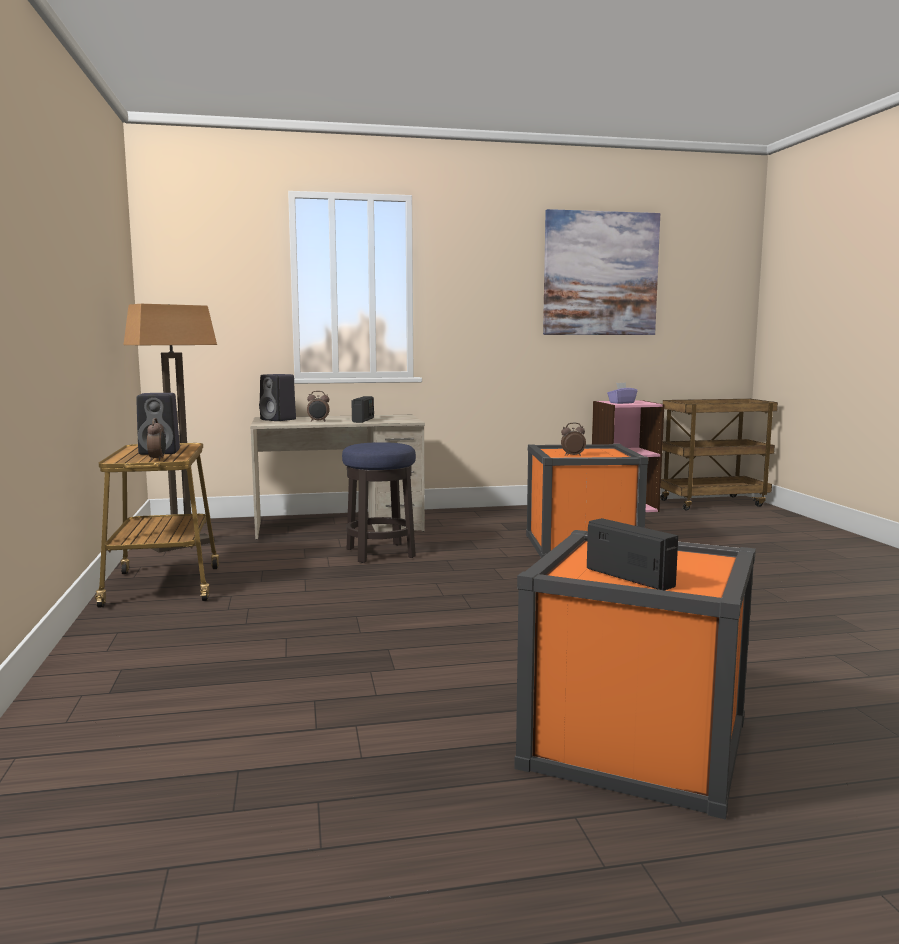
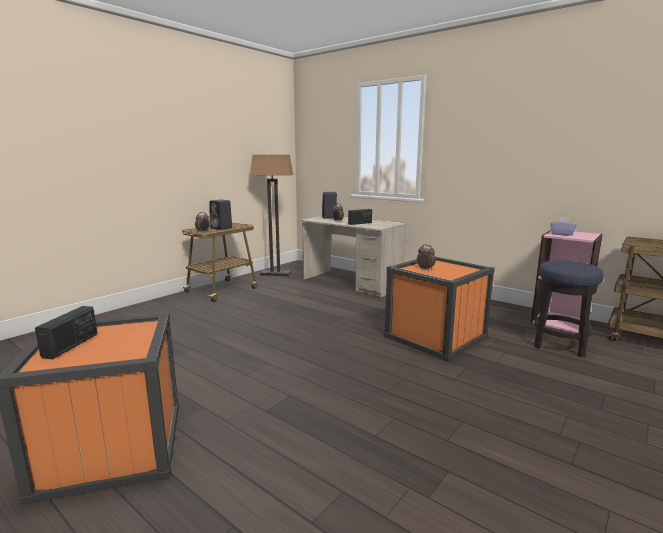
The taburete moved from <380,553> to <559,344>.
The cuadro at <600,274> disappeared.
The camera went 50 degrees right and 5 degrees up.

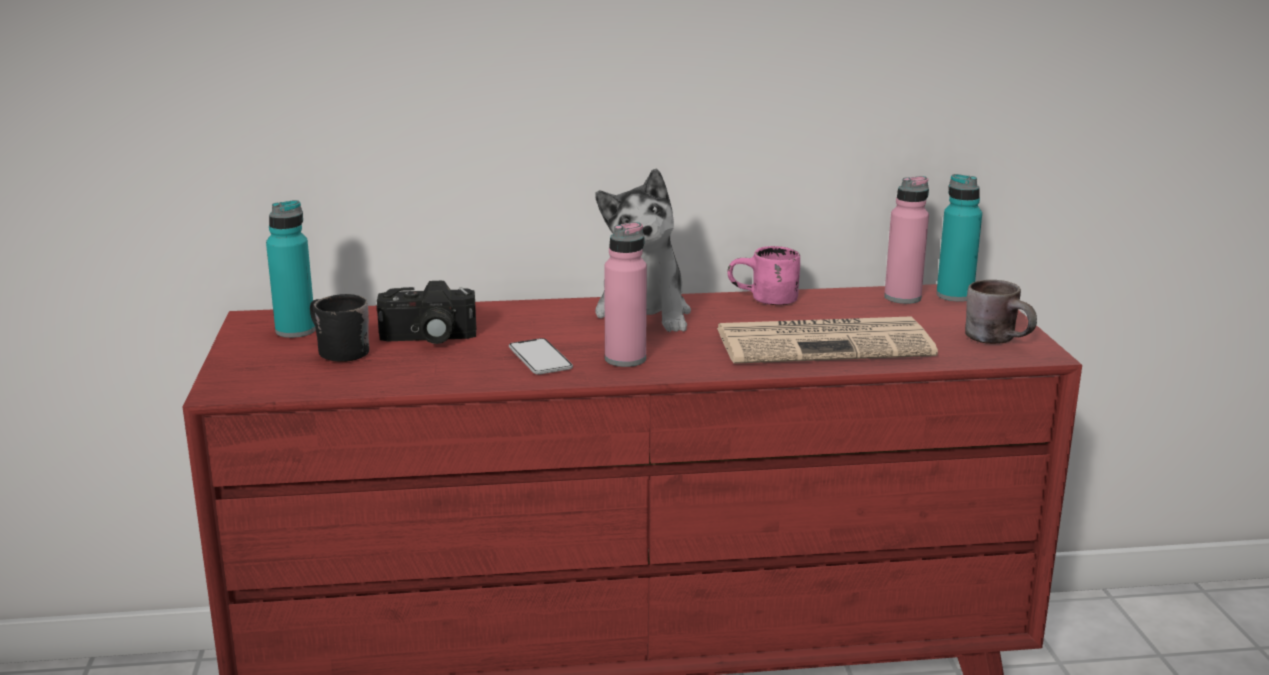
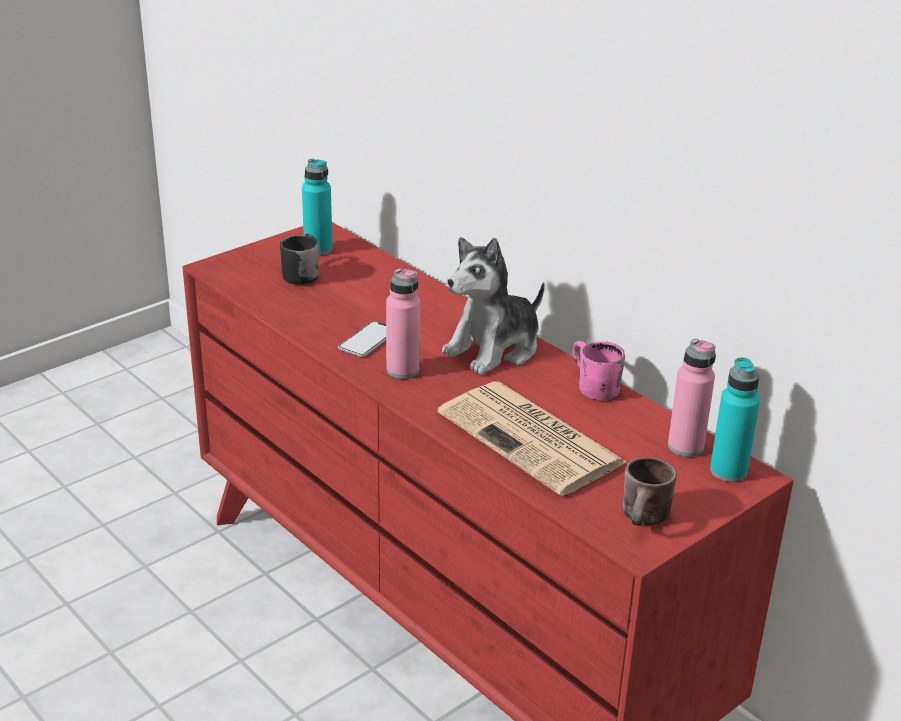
The cámara at <427,338> disappeared.
The camera went 55 degrees right and 10 degrees up.

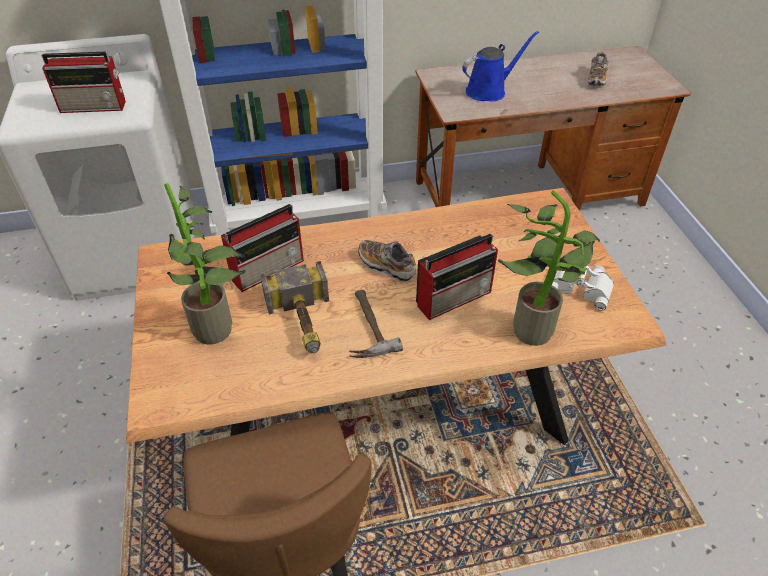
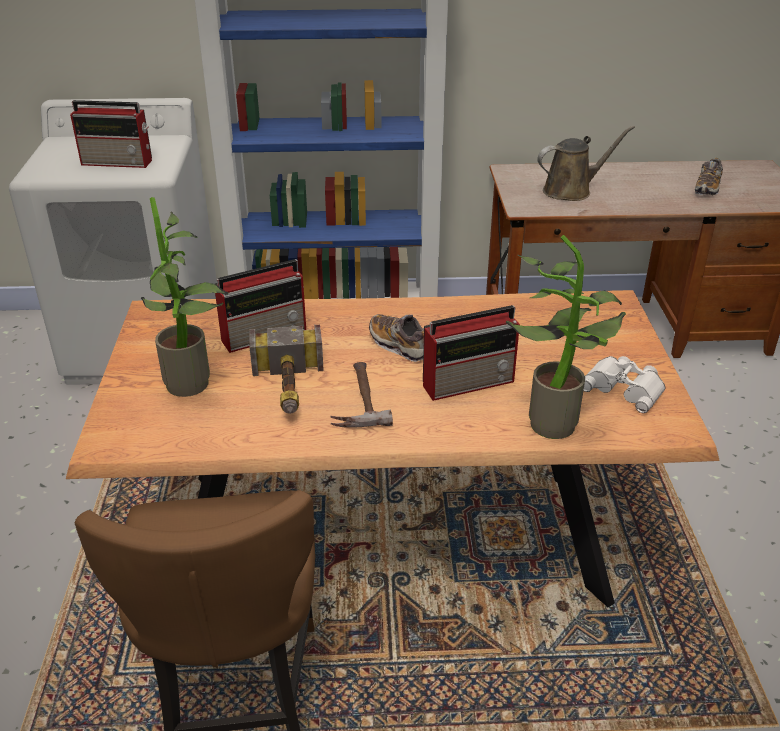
The regadera [azul] at <489,91> became the regadera [marrón] at <571,190>.
The camera went 10 degrees right and 10 degrees down.

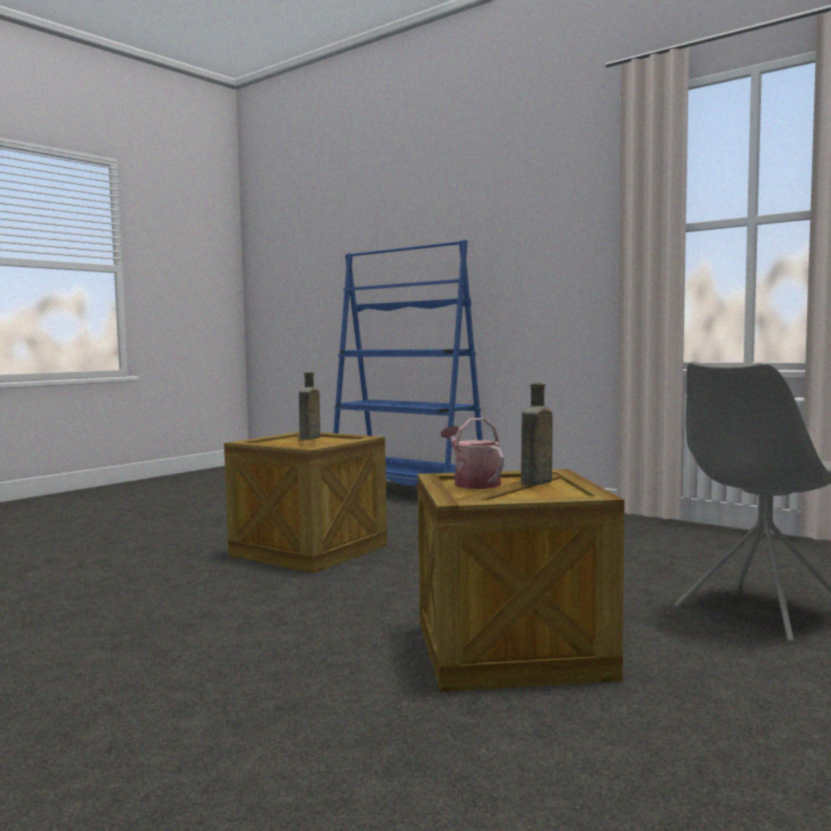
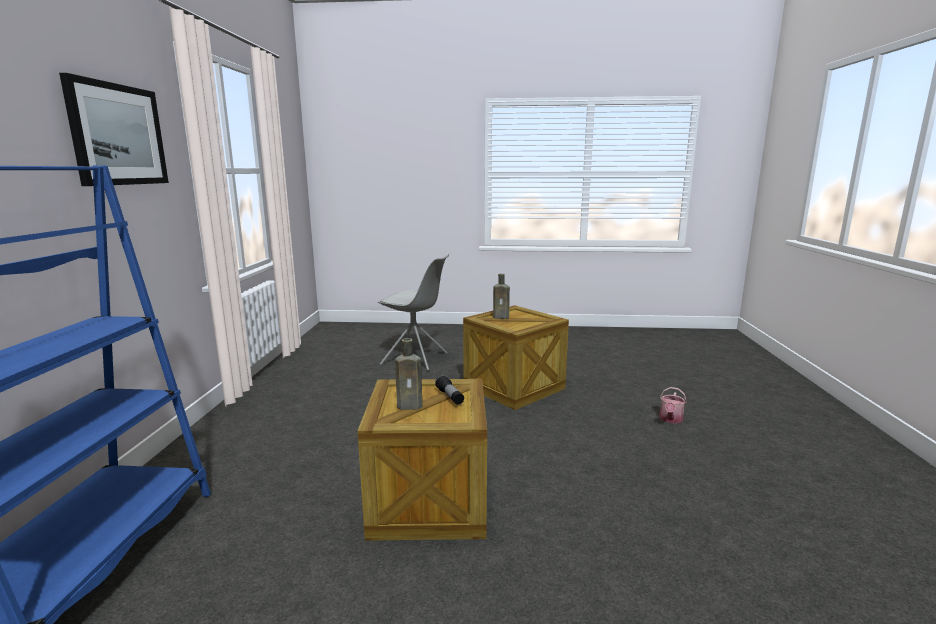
The regadera moved from <473,483> to <670,419>.
The cuadro at <118,135> appeared.
The linterna at <450,397> appeared.
The camera went 125 degrees left and 10 degrees up.

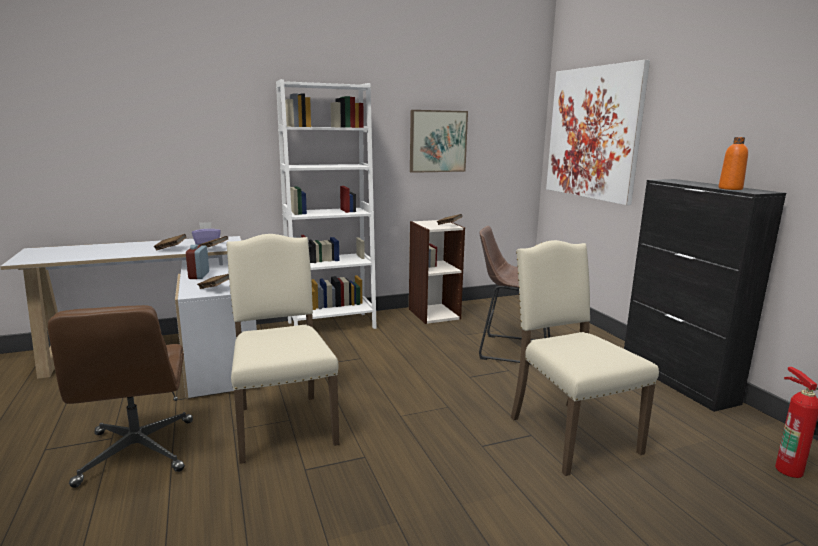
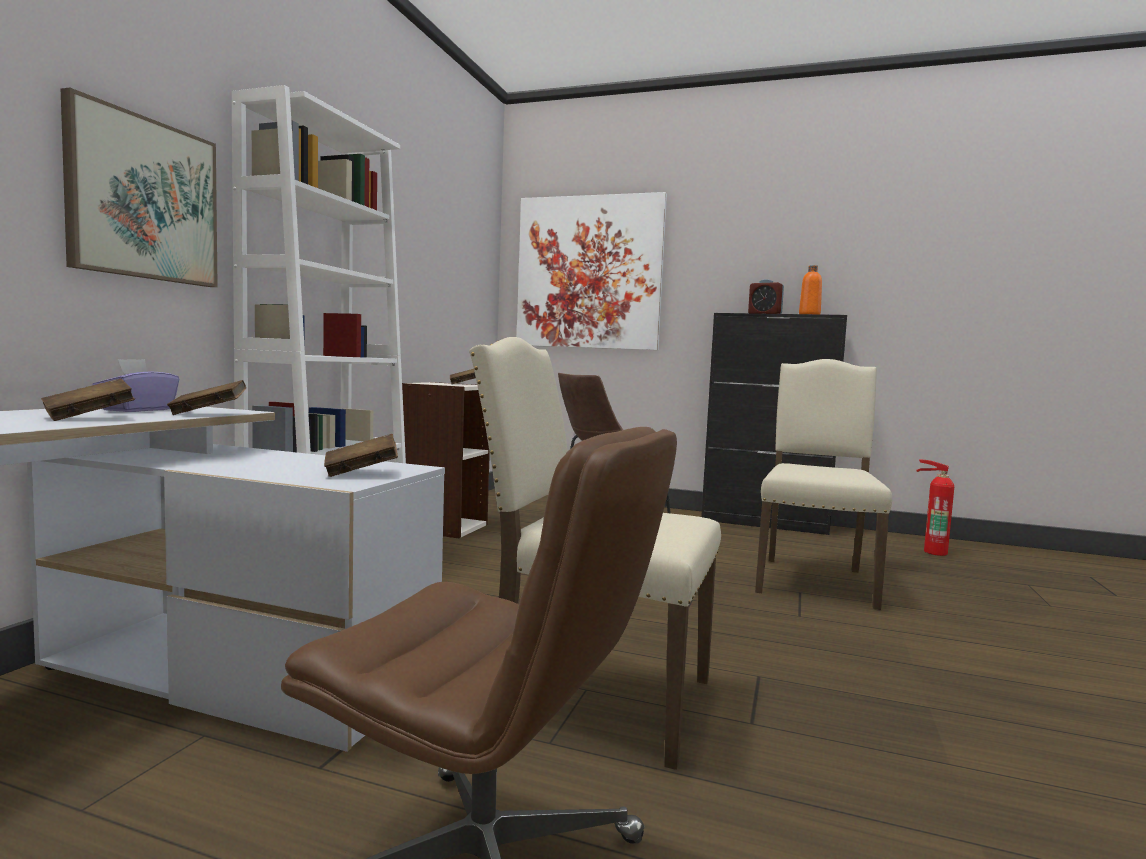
The despertador moved from <199,275> to <764,314>.
The cuadro moved from <438,141> to <143,199>.
The silla [beis] at <568,433> turned 90 degrees clockwise.
The camera went 50 degrees left and 10 degrees down.

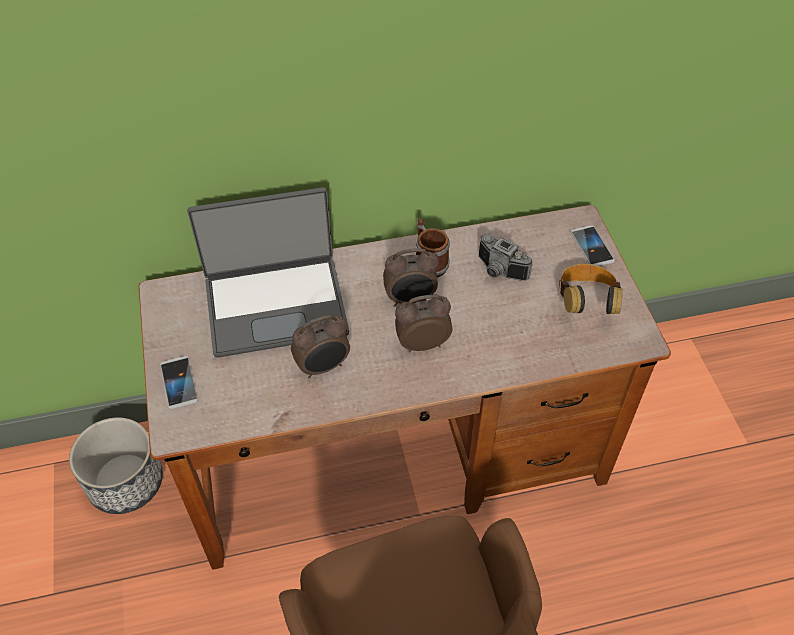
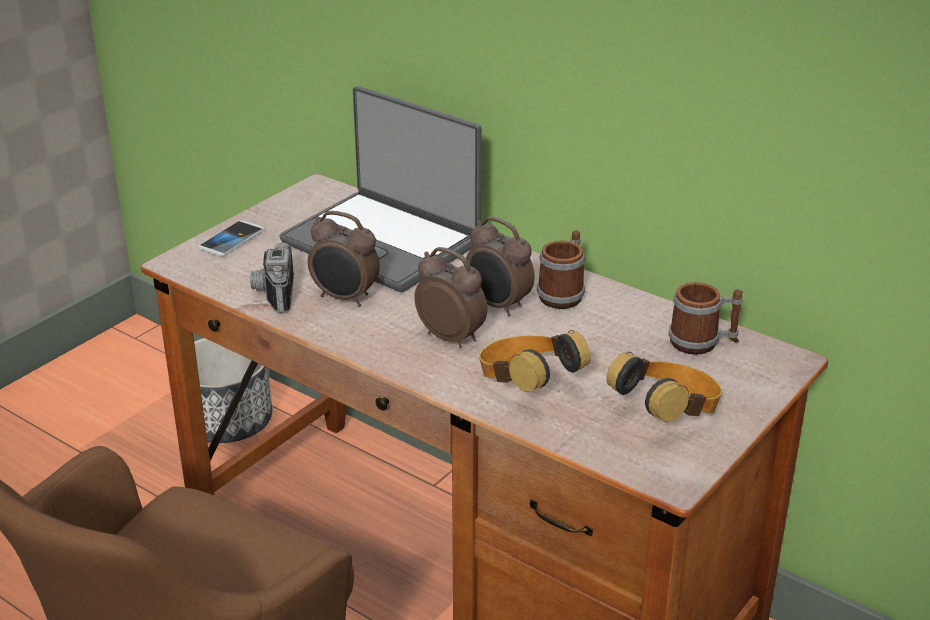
The cámara moved from <498,271> to <272,294>.
The móvil at <592,247> disappeared.
The auriculares at <527,385> appeared.
The taza grande at <703,342> appeared.
The camera went 50 degrees right and 20 degrees down.

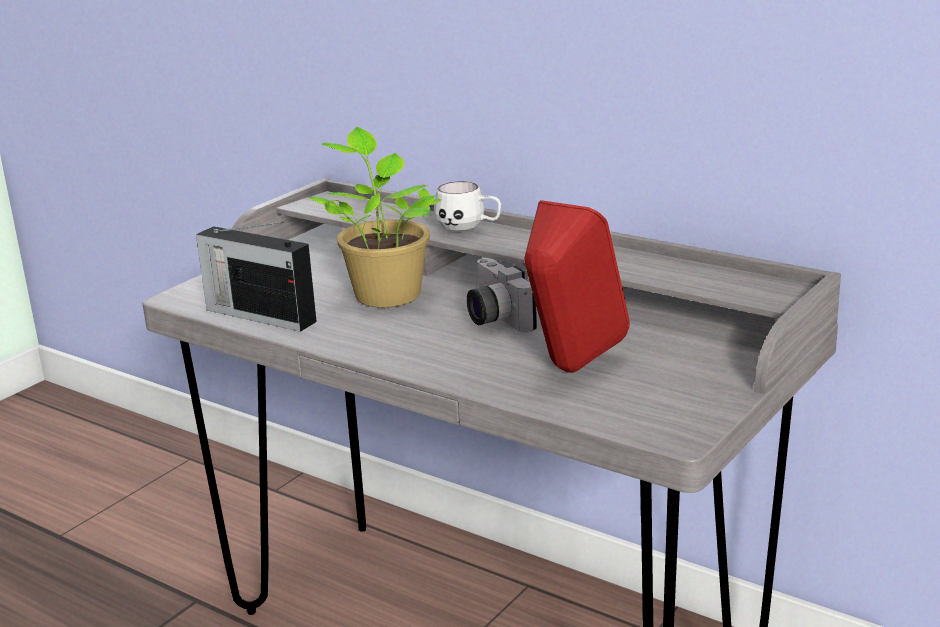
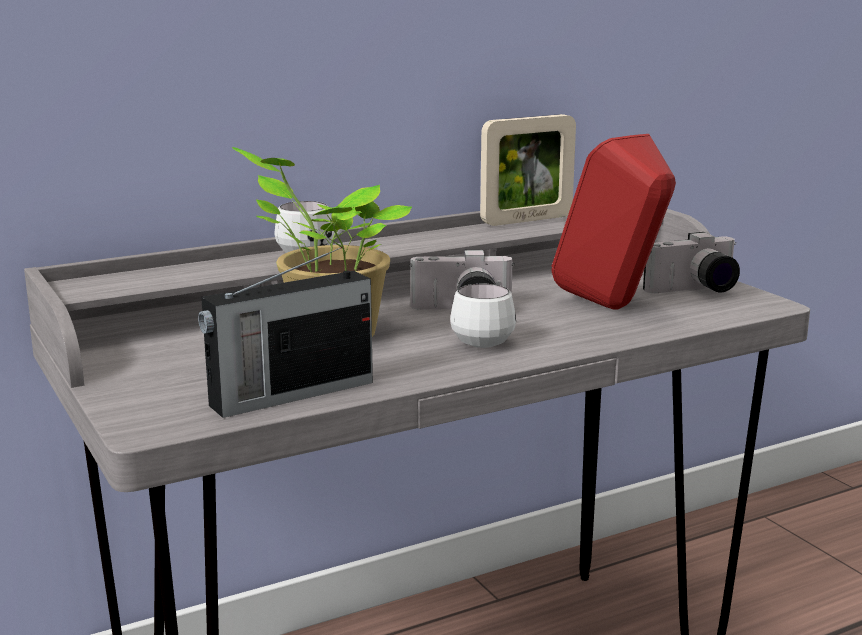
The taza grande [blanco] at <478,339> appeared.
The portarretratos at <526,220> appeared.
The cámara at <695,291> appeared.
The camera went 65 degrees left and 5 degrees down.

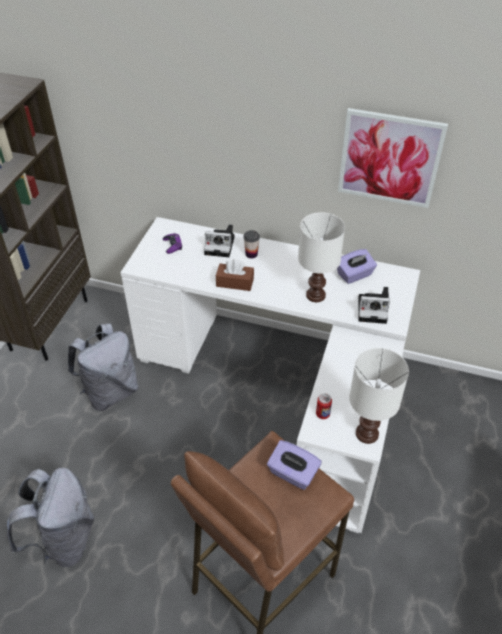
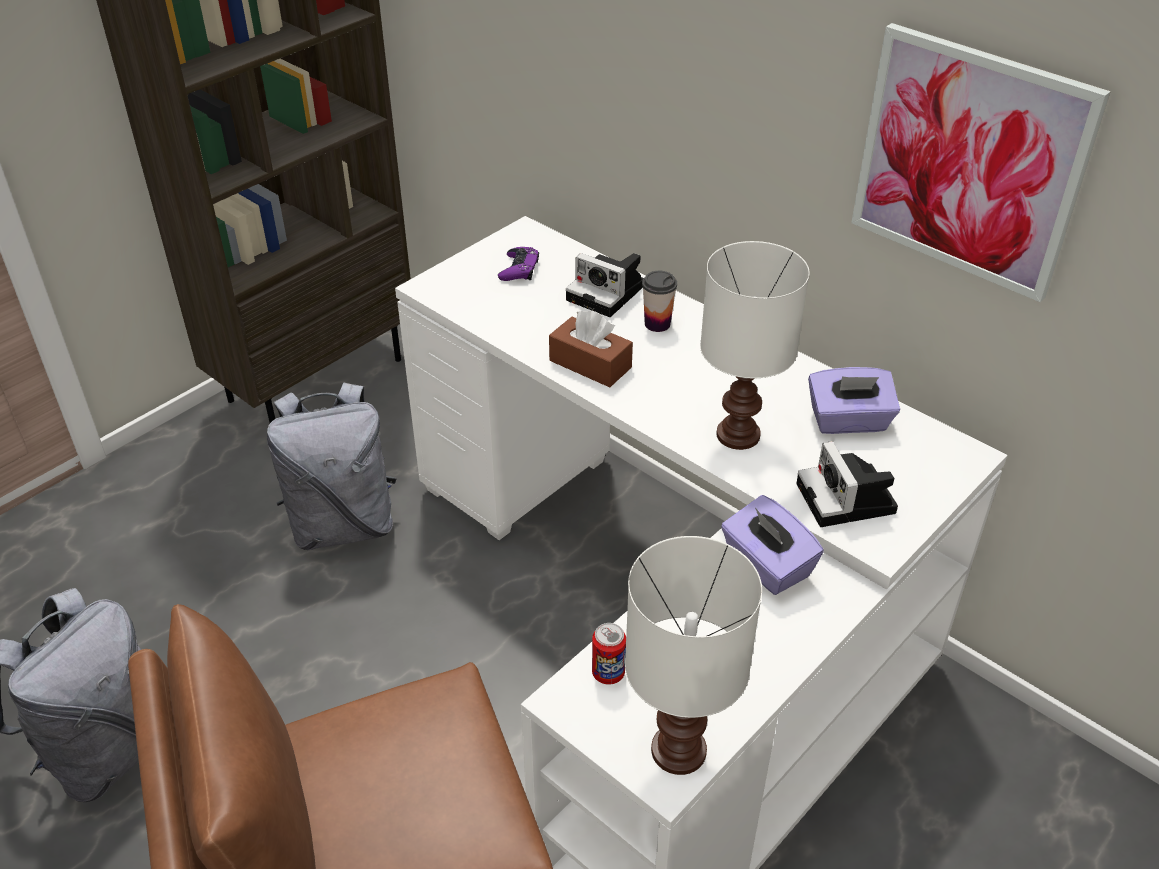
The caja de pañuelos [morado] moved from <292,474> to <766,565>.
The cámara at <374,309> turned 45 degrees clockwise.
The camera went 25 degrees right and 5 degrees down.

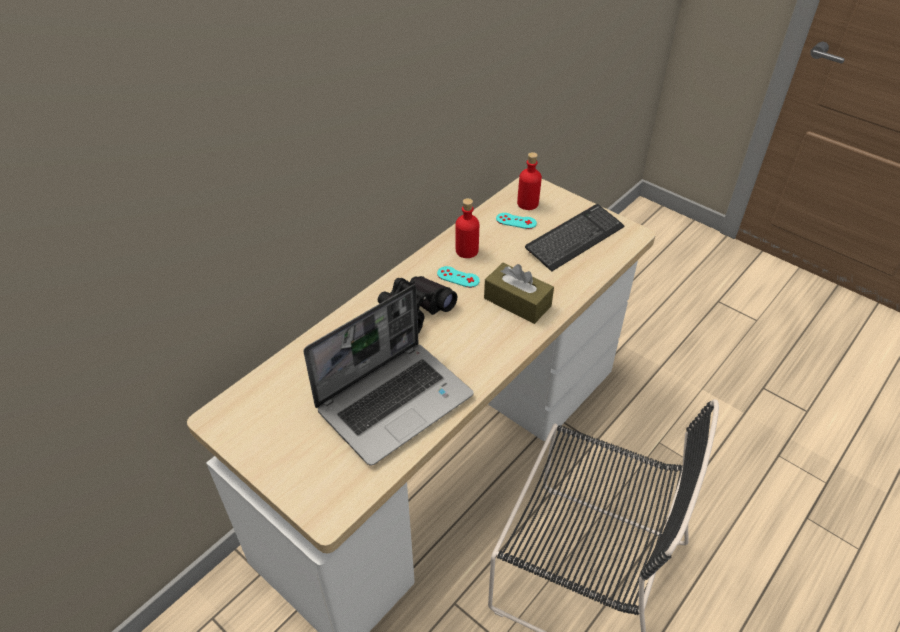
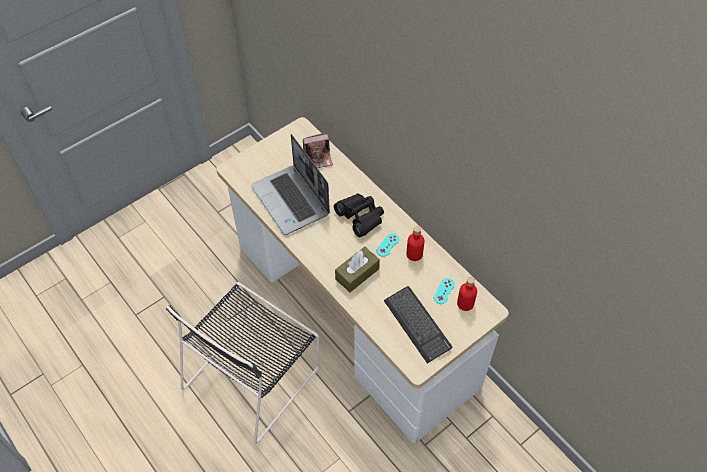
The cámara at <318,157> appeared.
The camera went 100 degrees right and 10 degrees up.

